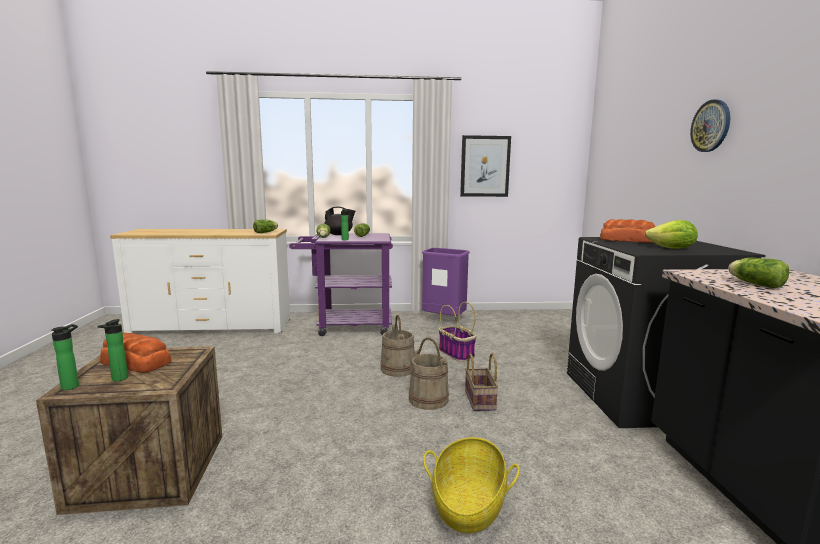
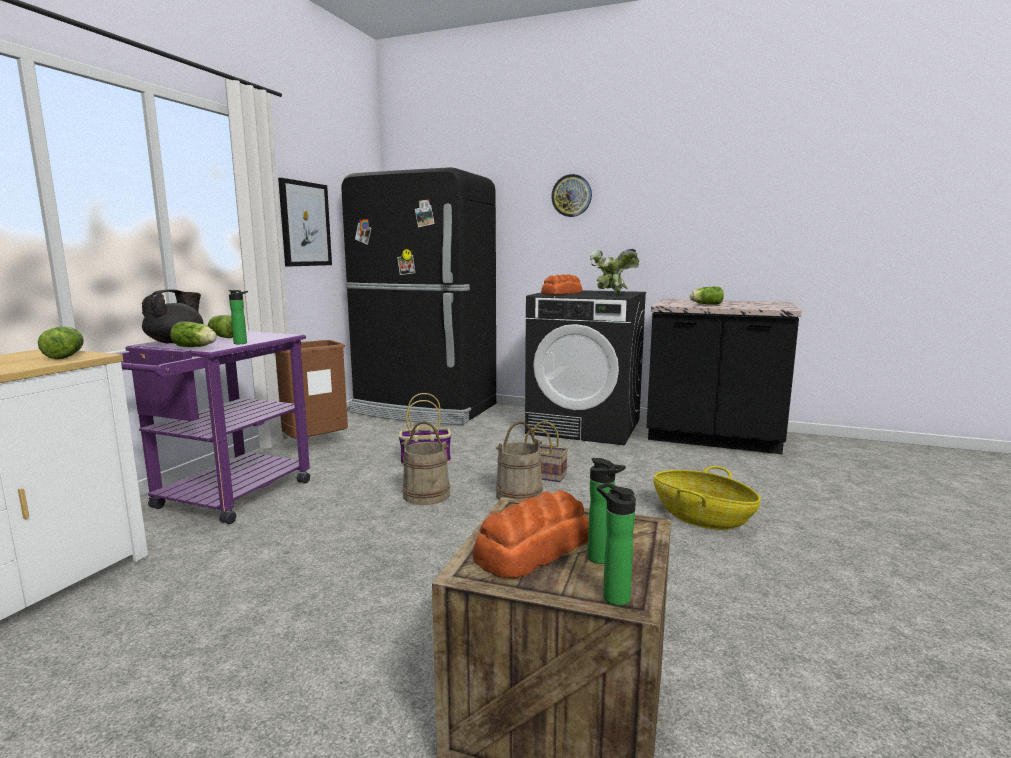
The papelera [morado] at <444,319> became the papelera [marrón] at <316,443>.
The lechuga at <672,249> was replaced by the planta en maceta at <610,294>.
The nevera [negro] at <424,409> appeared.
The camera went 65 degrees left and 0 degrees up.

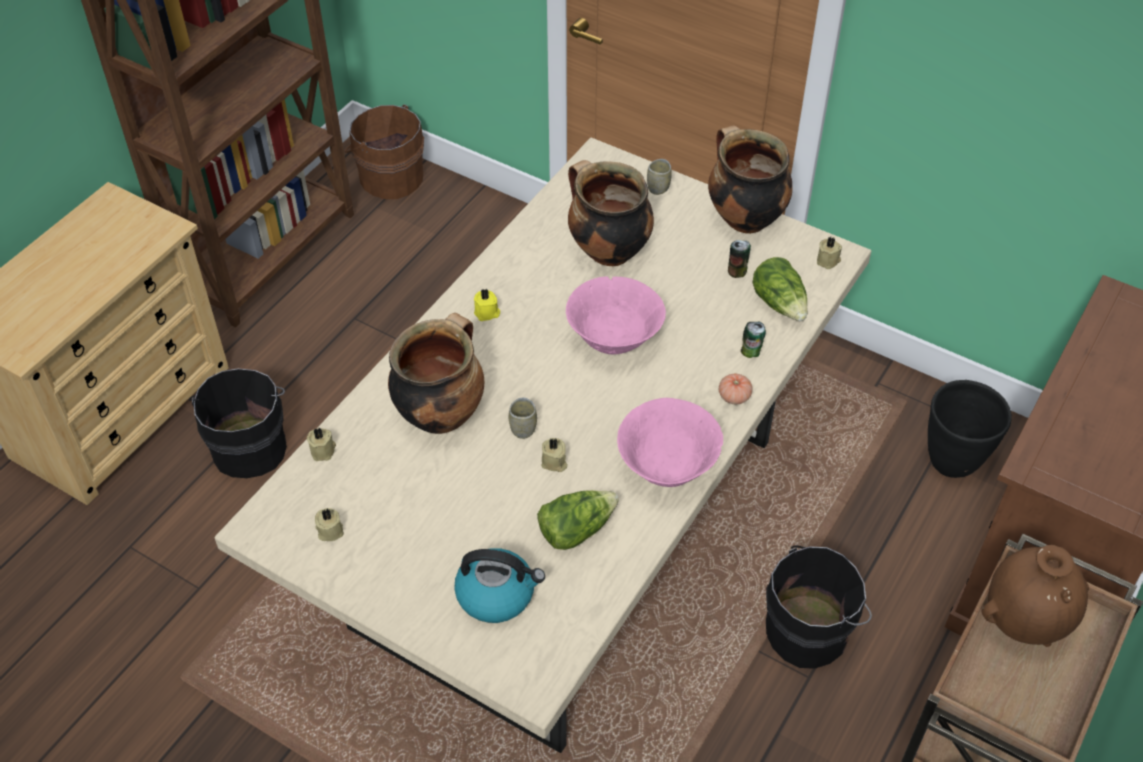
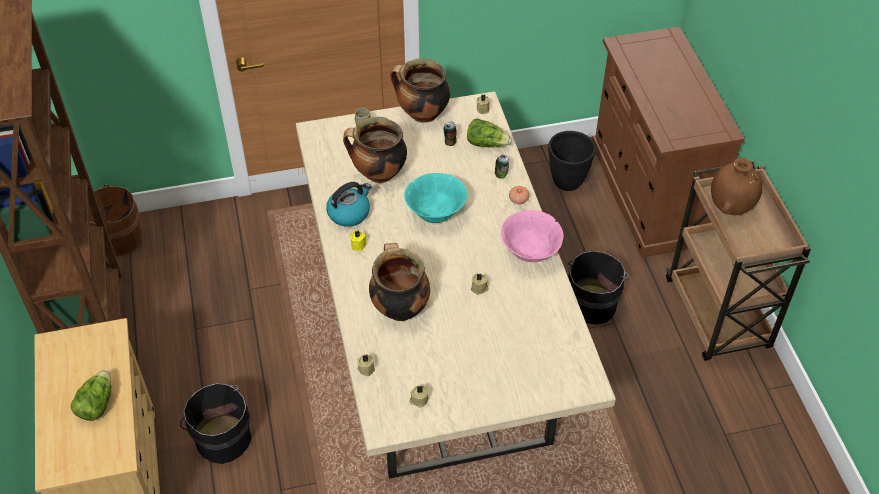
The hervidor moved from <497,594> to <349,213>.
The taza at <523,429> disappeared.
The lechuga moved from <576,529> to <96,404>.
The cuenco [rosa] at <613,341> became the cuenco [turquesa] at <435,214>.
The camera went 45 degrees left and 0 degrees up.

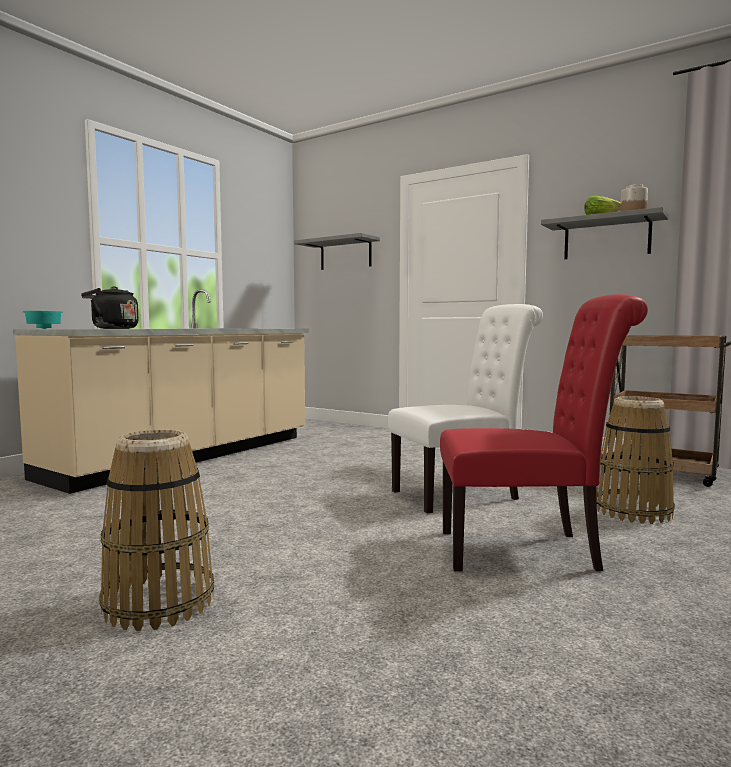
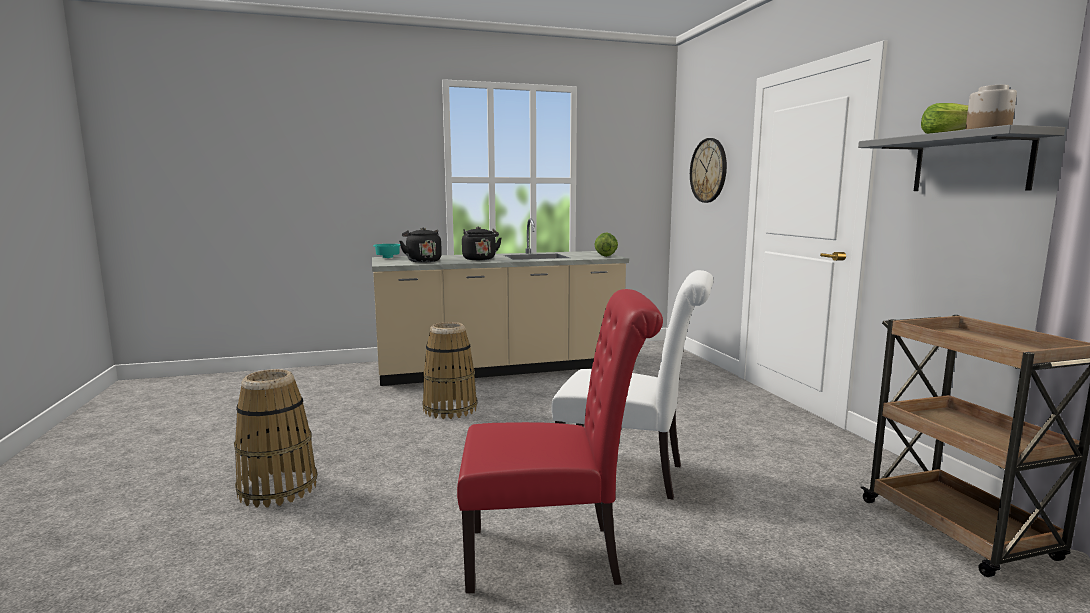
The estante [gris] at <345,254> was replaced by the reloj de pared at <708,170>.
The silla [rojo] at <528,550> turned 45 degrees counterclockwise.
The cesta moved from <632,511> to <450,409>.
The hervidor [negro] at <480,259> appeared.
The lechuga at <605,256> appeared.
The camera went 40 degrees right and 5 degrees up.

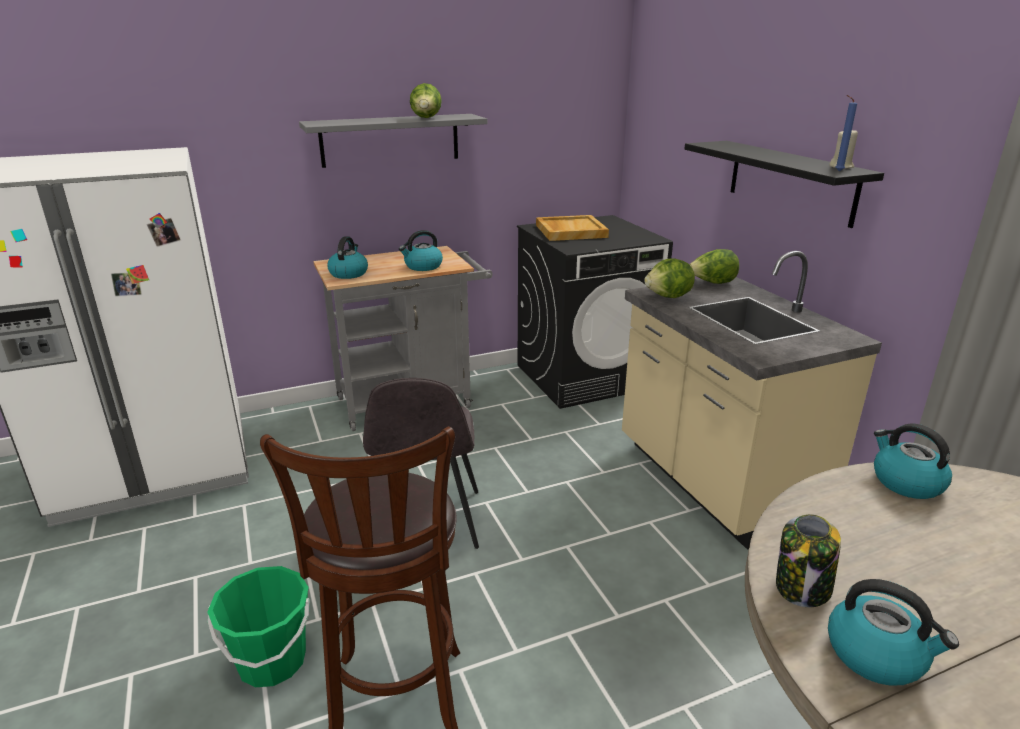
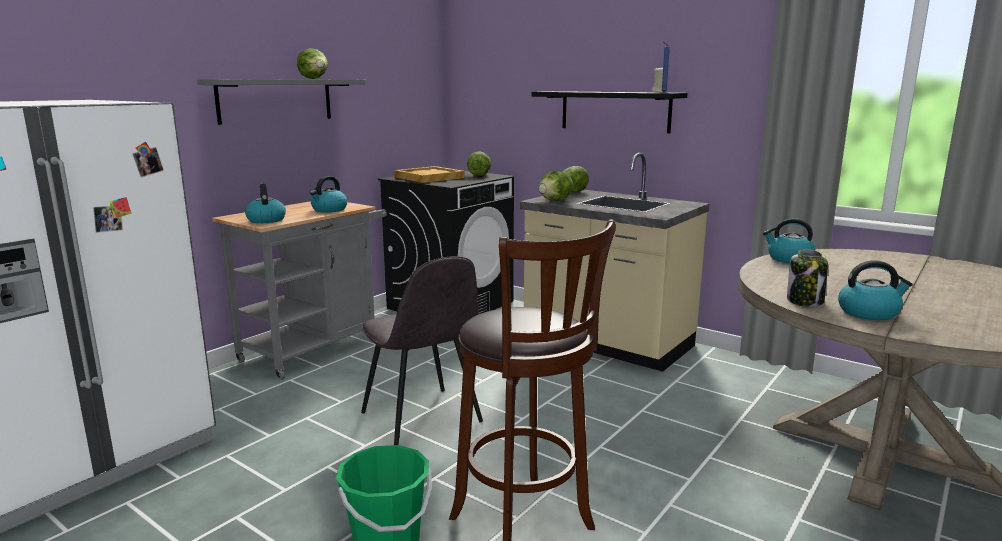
The lechuga at <479,175> appeared.
The camera went 30 degrees left and 10 degrees down.

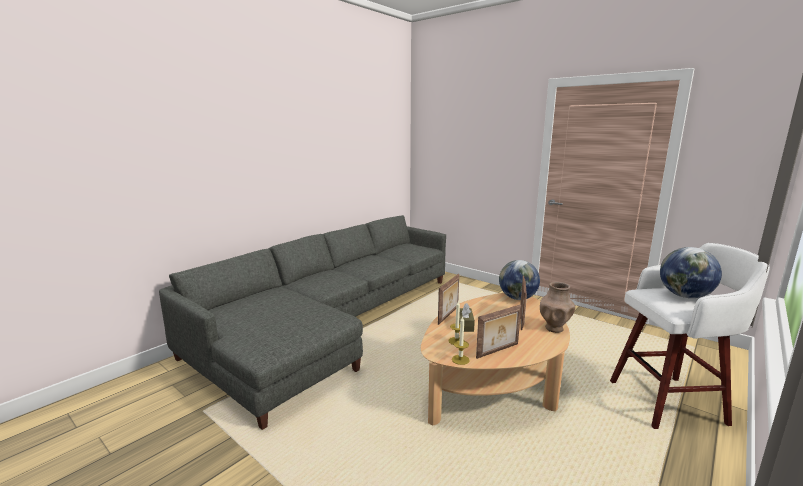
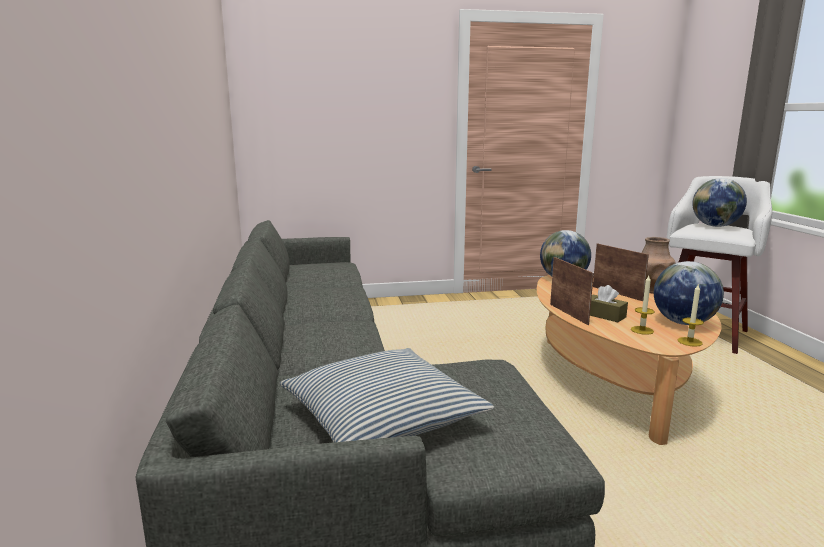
The portarretratos at <498,351> was replaced by the globo terráqueo at <683,322>.
The cojín at <382,417> appeared.
The camera went 50 degrees left and 0 degrees up.

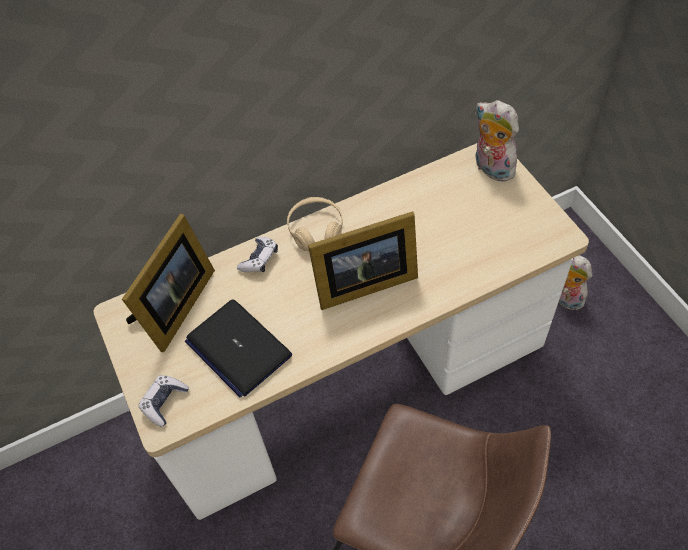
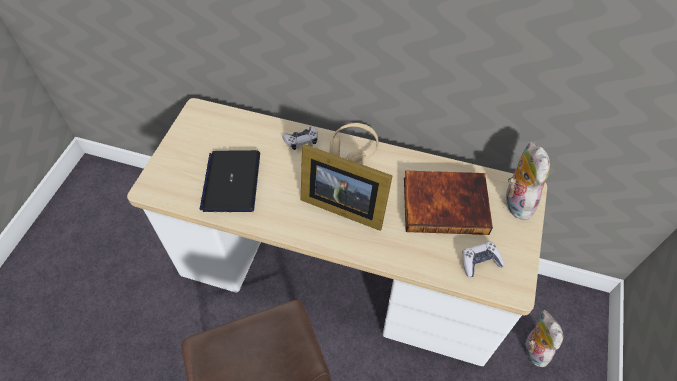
The portarretratos at <175,308> disappeared.
The mando de consola moved from <164,402> to <480,262>.
The libro at <445,203> appeared.
The camera went 40 degrees right and 0 degrees up.

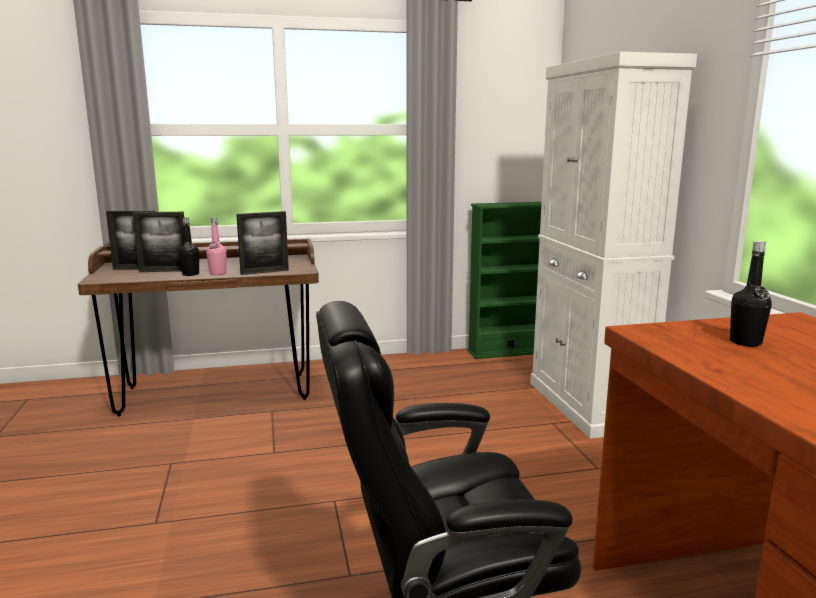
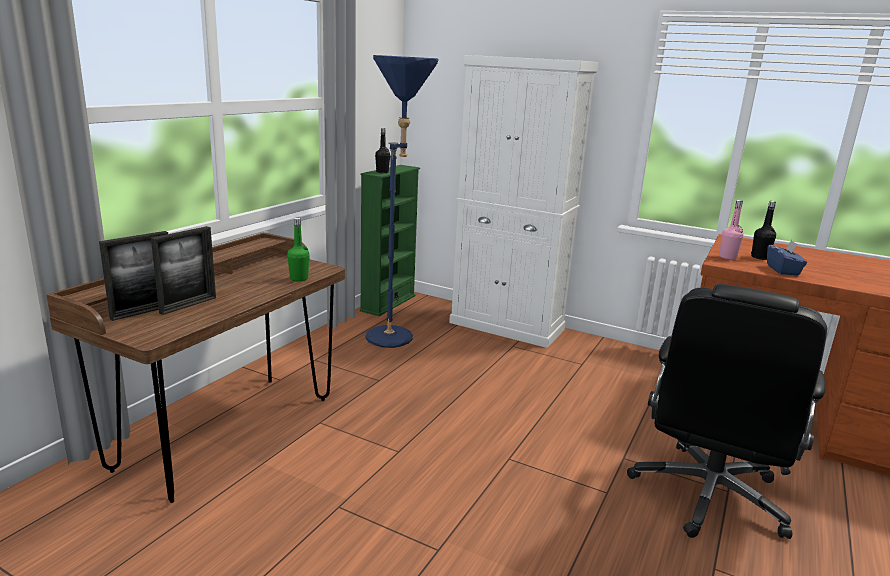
The botella [negro] moved from <190,274> to <382,172>.
The botella [rosa] moved from <218,273> to <727,257>.
The portarretratos at <264,272> was replaced by the botella [verde] at <299,279>.
The lámpara de pie [azul] at <395,334> appeared.
The caja de pañuelos [azul] at <783,270> appeared.
The camera went 50 degrees left and 5 degrees up.

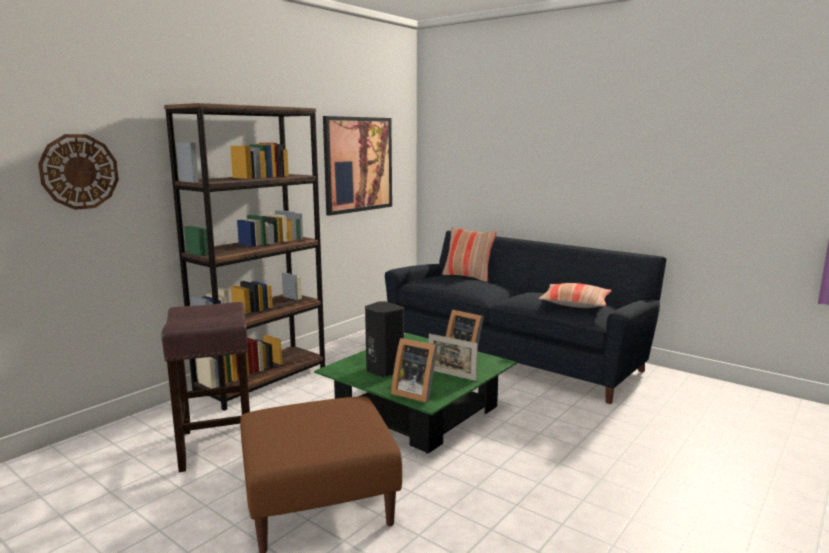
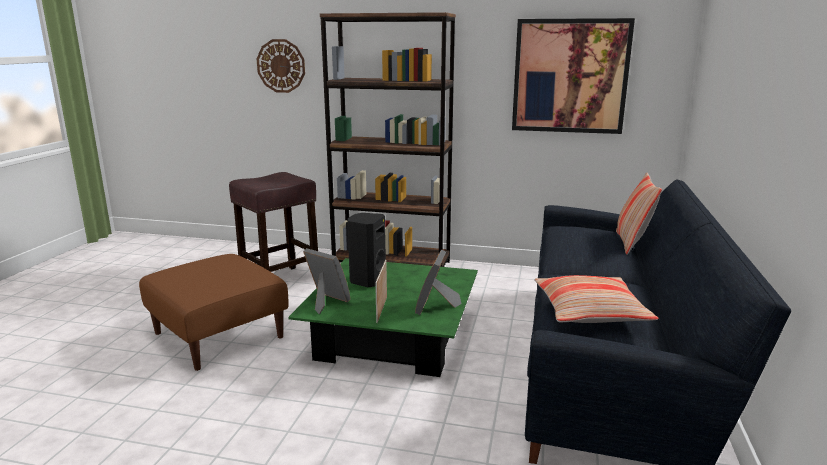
The portarretratos at <415,393> turned 120 degrees clockwise.
The camera went 65 degrees right and 5 degrees up.

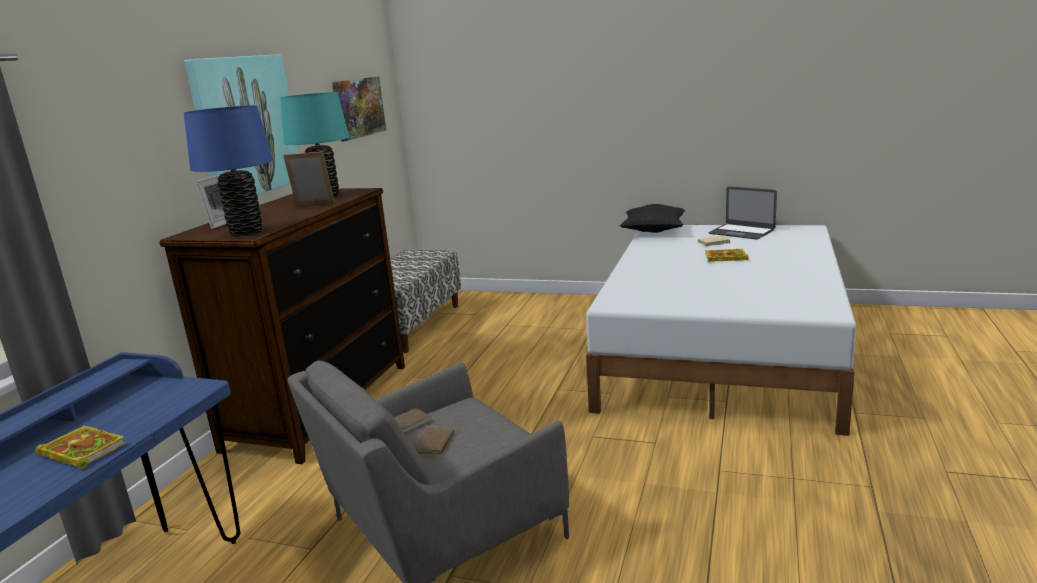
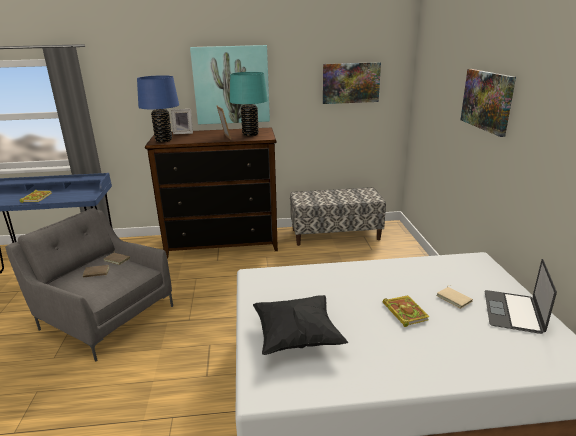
The cojín [negro] moved from <653,232> to <297,337>.
The cuadro at <487,100> appeared.
The camera went 65 degrees right and 5 degrees up.

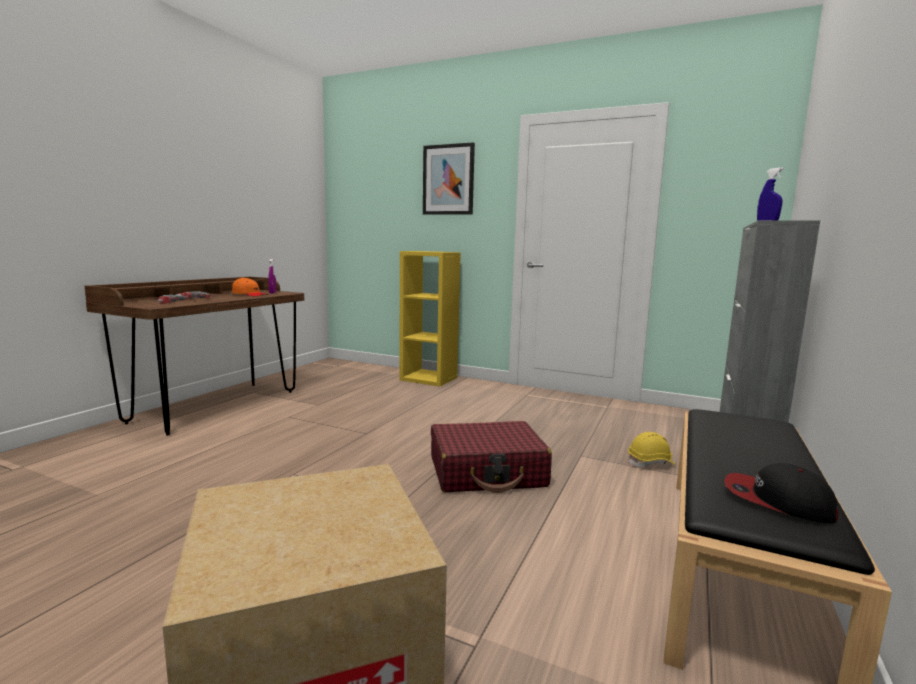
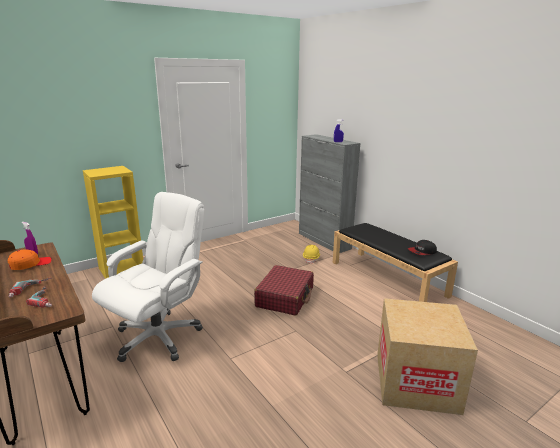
The cuadro at <448,180> disappeared.
The silla de oficina [blanco] at <158,337> appeared.
The camera went 60 degrees left and 10 degrees up.

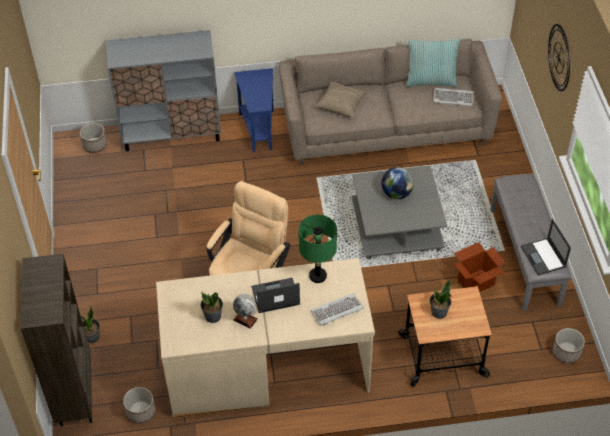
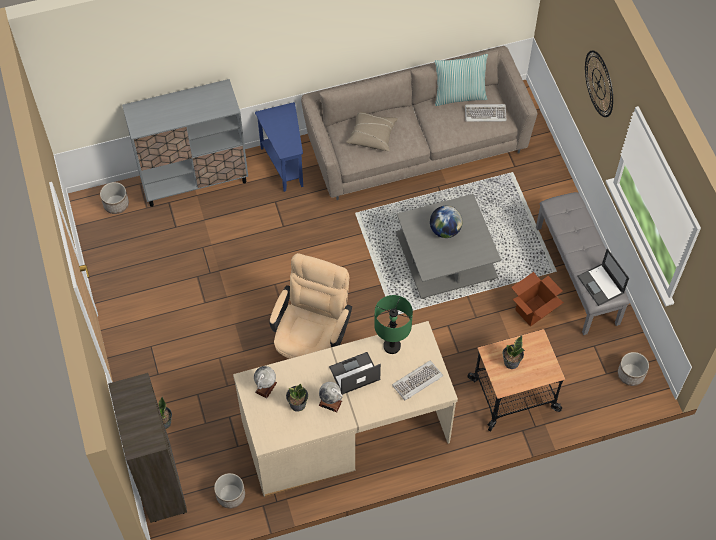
The globo terráqueo at <266,387> appeared.
The camera went 10 degrees left and 10 degrees up.

